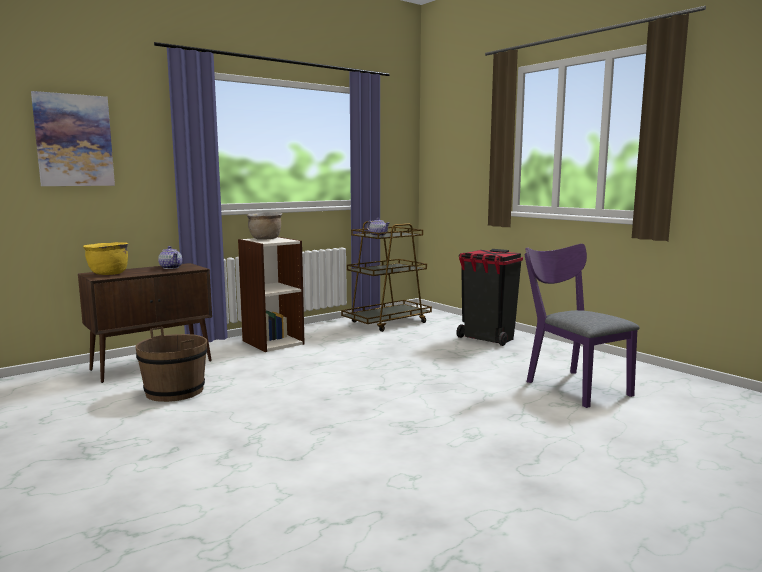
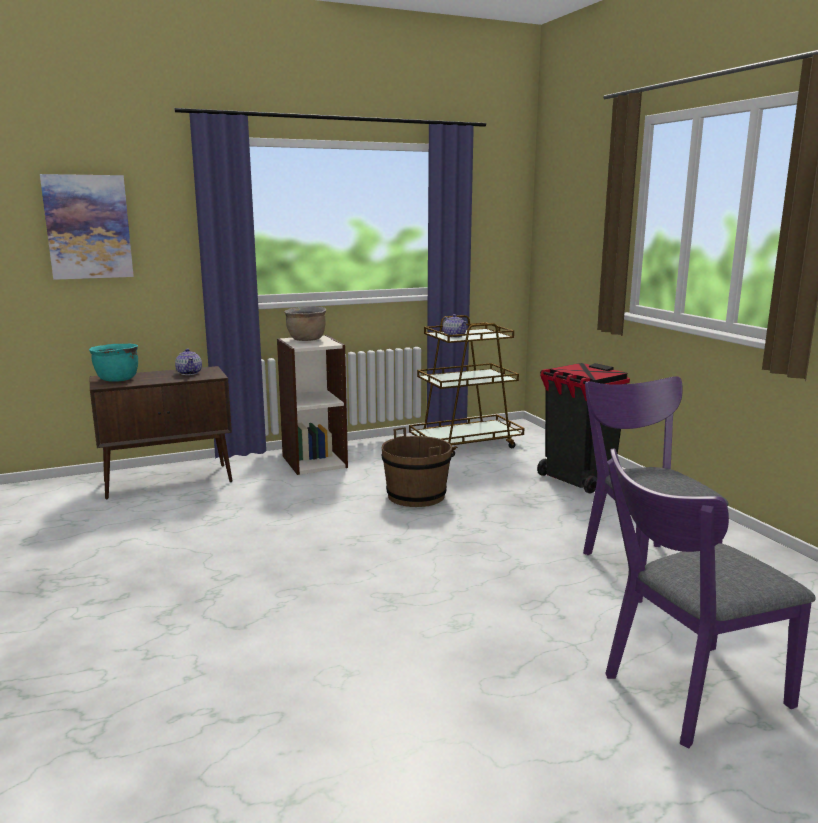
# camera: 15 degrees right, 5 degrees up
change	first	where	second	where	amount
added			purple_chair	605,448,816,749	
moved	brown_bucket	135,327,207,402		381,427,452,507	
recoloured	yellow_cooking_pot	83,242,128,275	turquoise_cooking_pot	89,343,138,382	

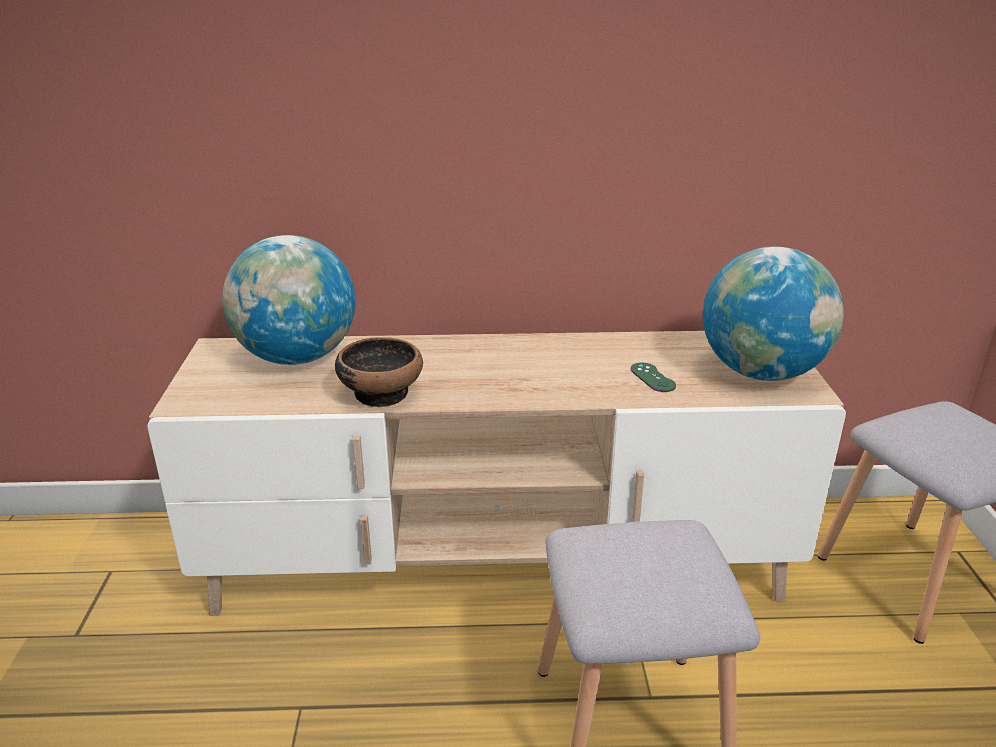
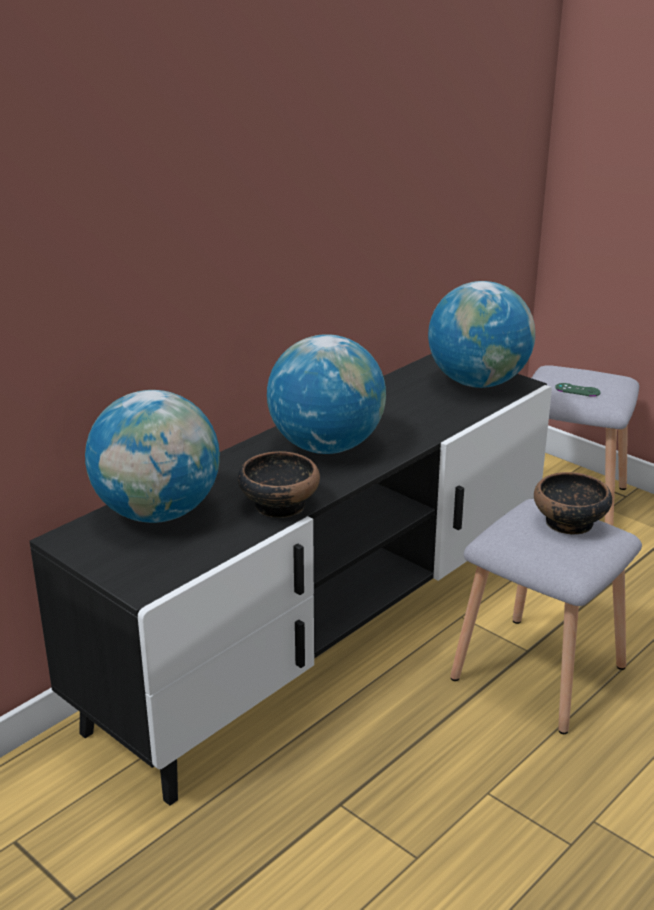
# camera: 45 degrees left, 0 degrees up
change	first	where	second	where	amount
added			globe	267,334,386,454	
added			bowl	534,472,612,535	
moved	green_game_controller	631,363,676,392		555,383,601,397	
recoloured	beige_tv_stand	147,331,846,616	black_tv_stand	29,354,552,806	

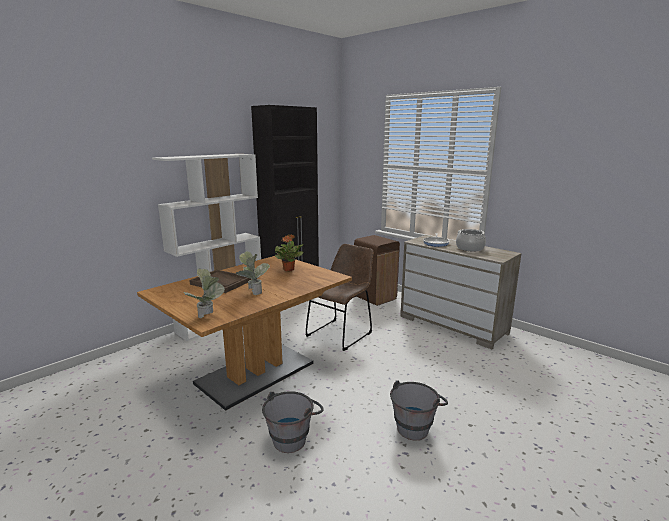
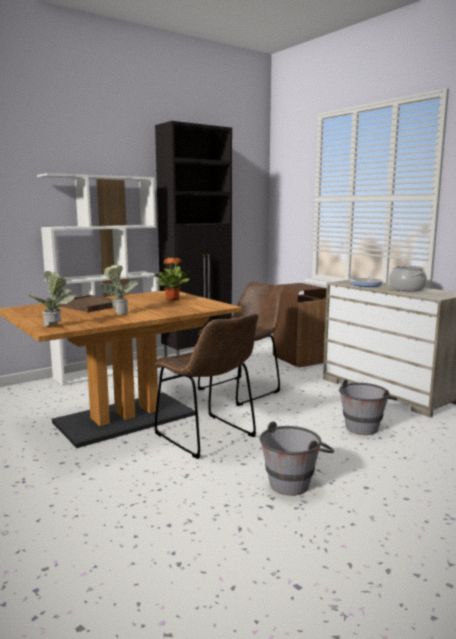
# camera: 10 degrees right, 5 degrees down
change	first	where	second	where	amount
added			brown_chair	153,312,259,459	
moved	grey_bucket	262,391,324,453		339,379,397,435	

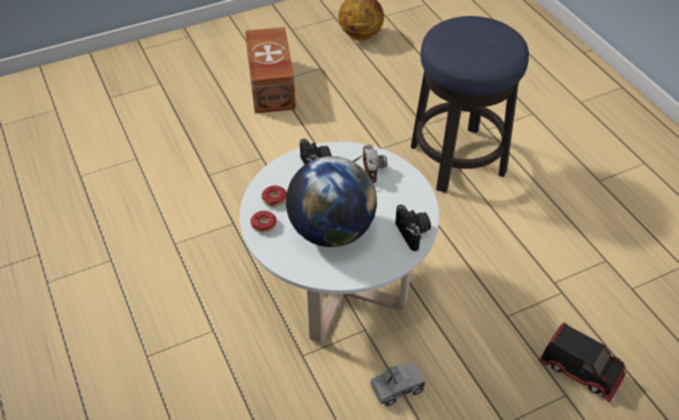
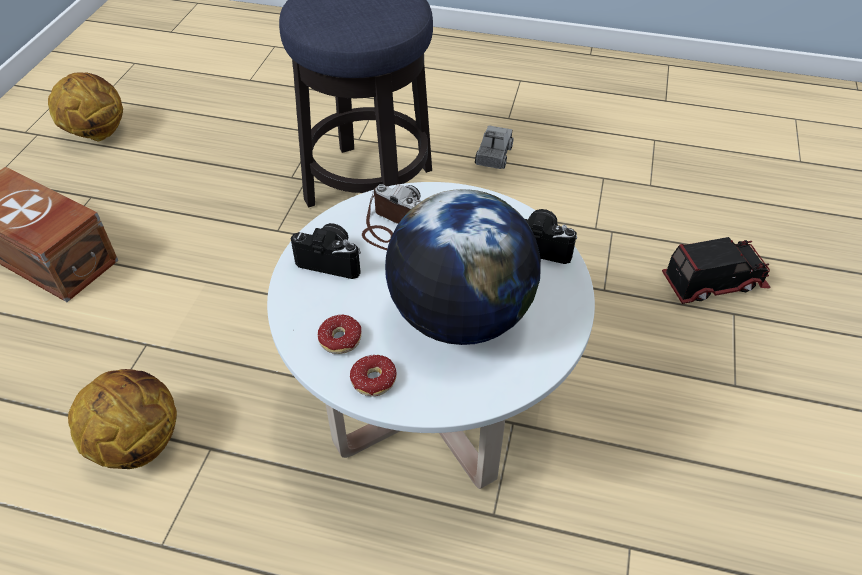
# camera: 50 degrees left, 0 degrees up
change	first	where	second	where	amount
added			basketball	68,369,177,469	
moved	toy_truck	370,361,425,406		475,125,513,169	

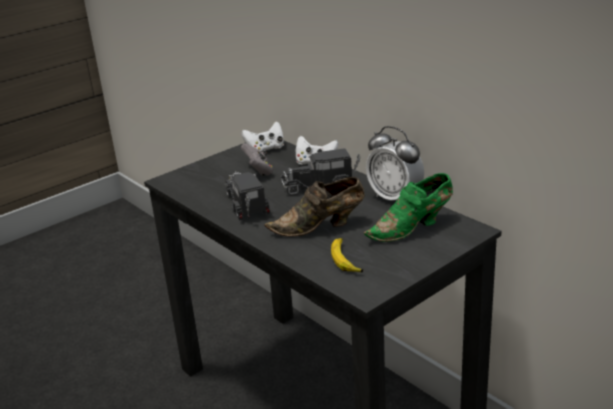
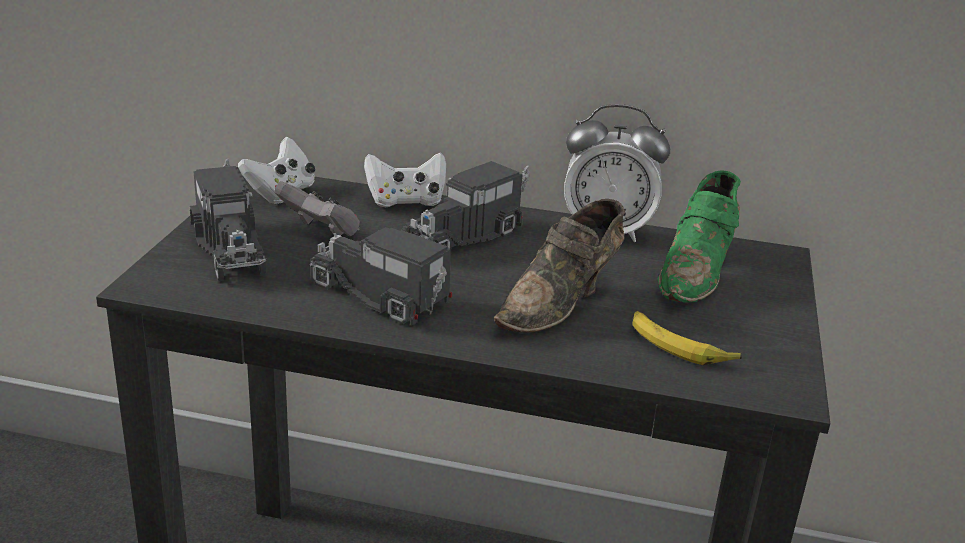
# camera: 40 degrees left, 0 degrees up
change	first	where	second	where	amount
added			toy_truck	190,158,266,281	

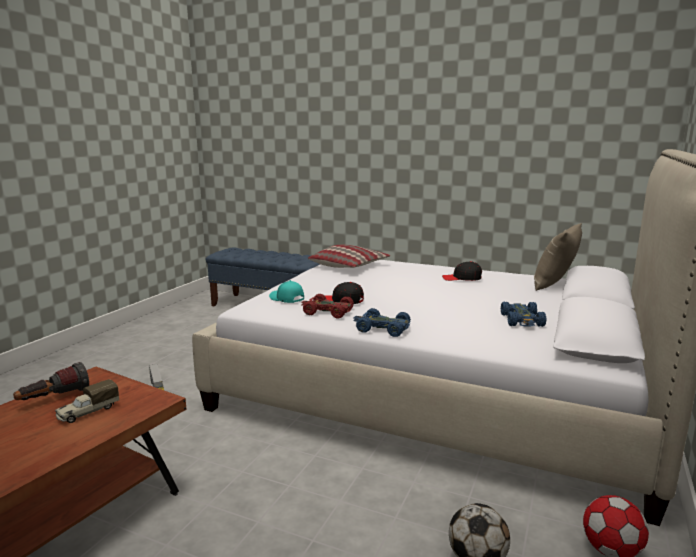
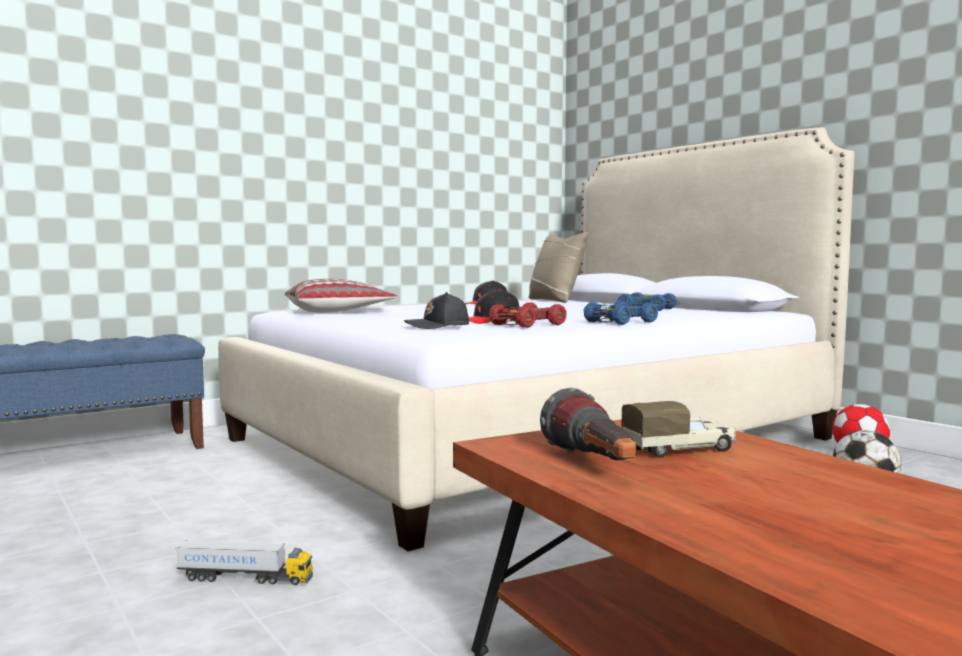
# camera: 60 degrees left, 10 degrees down
change	first	where	second	where	amount
recoloured	turquoise_cap	269,280,304,303	black_cap	404,292,469,329	
turned	toy_truck	55,379,119,423		621,401,737,457	90 degrees counterclockwise

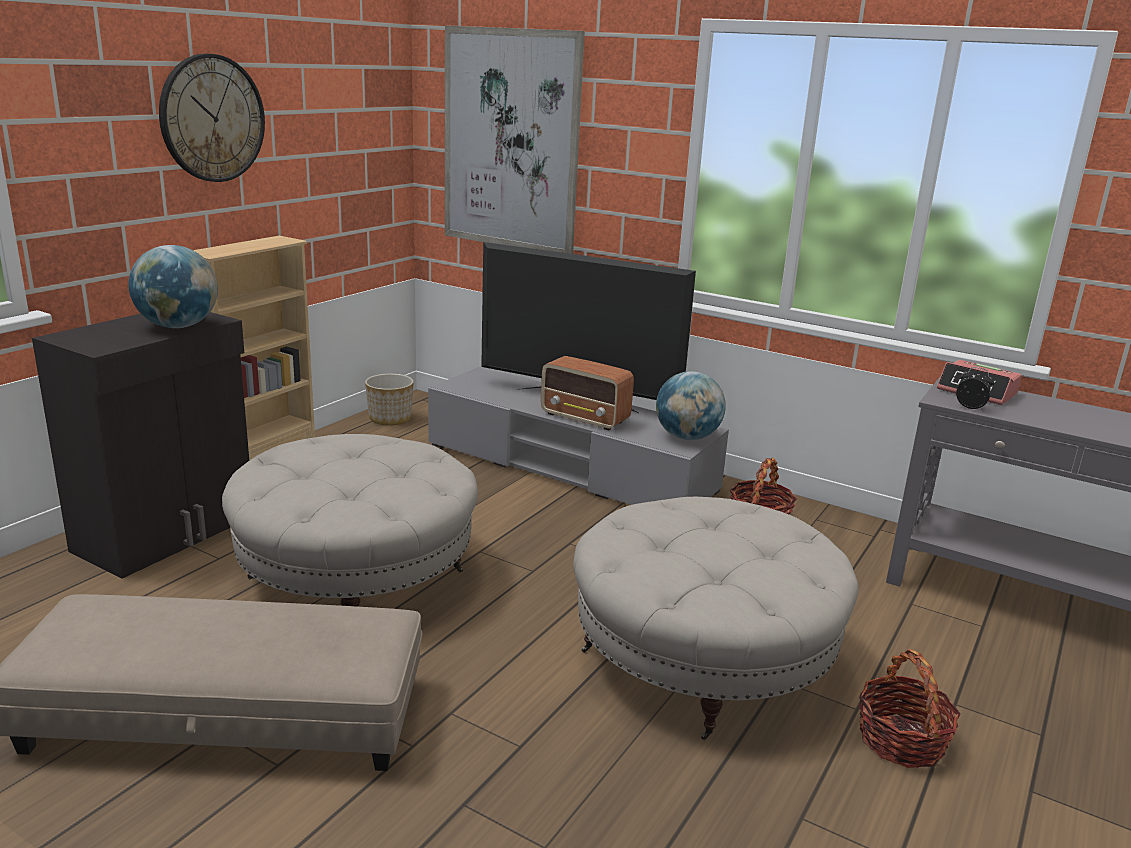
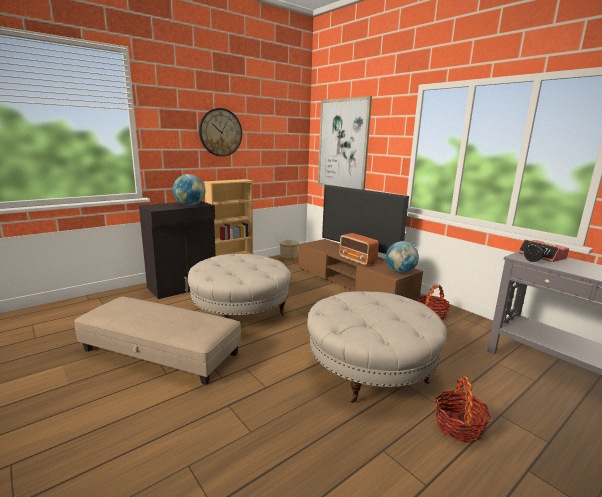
# camera: 20 degrees right, 5 degrees down
change	first	where	second	where	amount
recoloured	grey_tv_stand	428,367,729,505	brown_tv_stand	298,239,423,301	

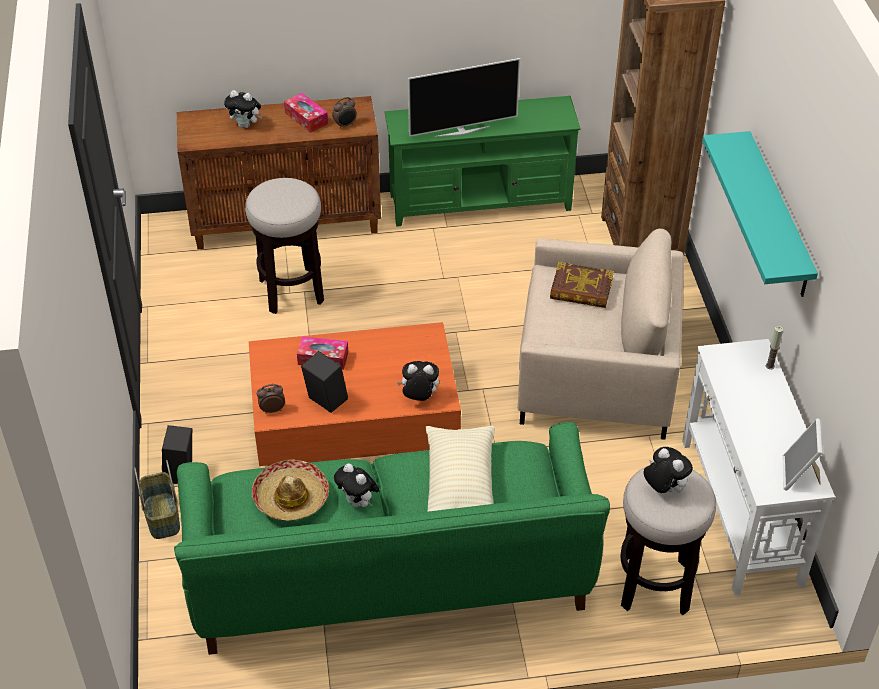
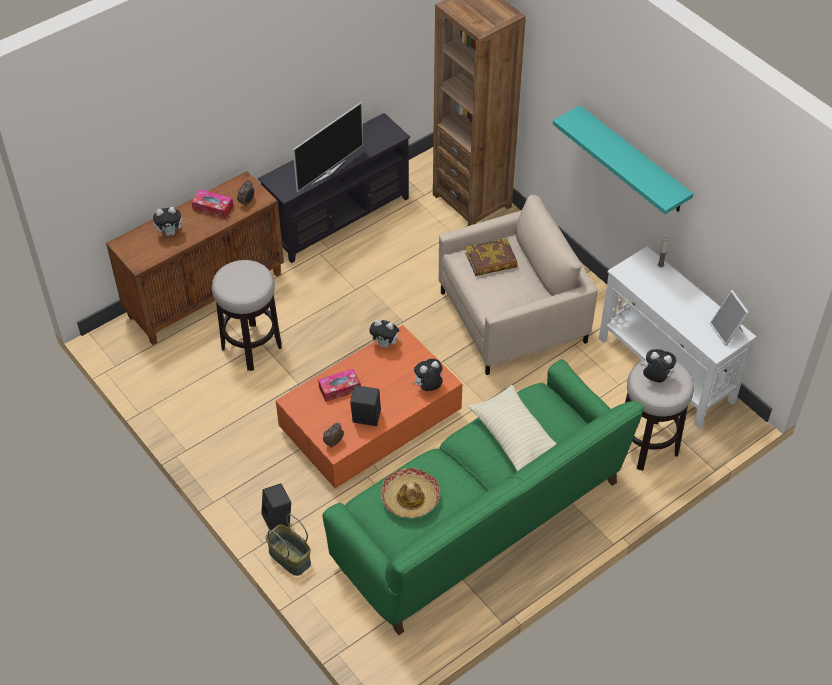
# camera: 30 degrees left, 5 degrees up
change	first	where	second	where	amount
moved	plush_toy	334,463,379,507		369,320,401,348	
recoloured	green_tv_stand	384,96,581,227	black_tv_stand	258,113,411,263	

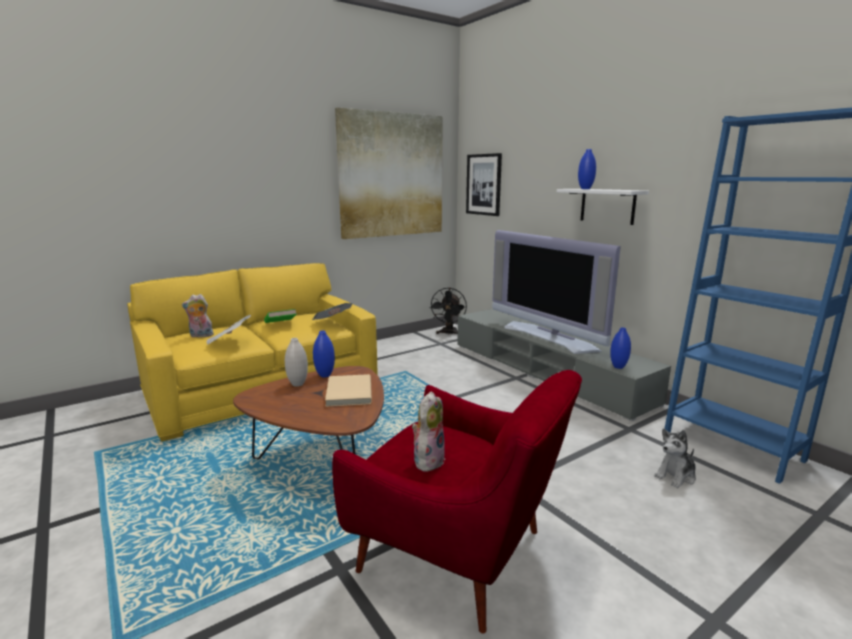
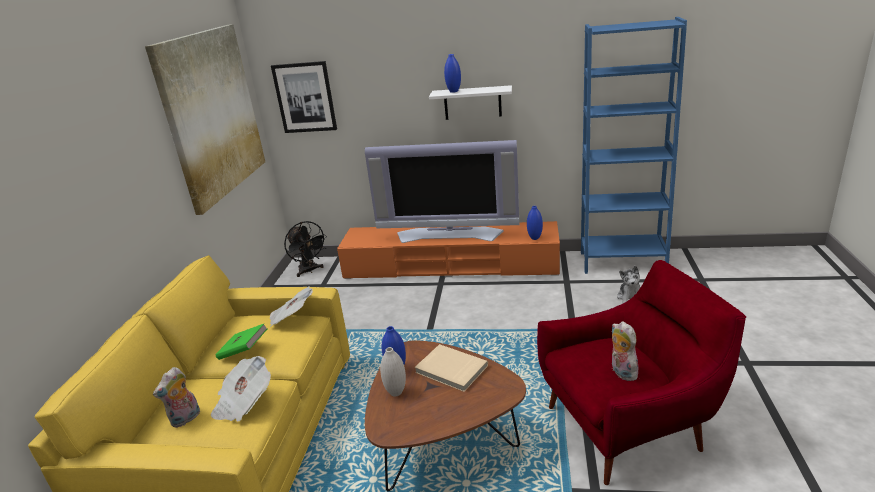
# camera: 45 degrees left, 10 degrees up
change	first	where	second	where	amount
recoloured	grey_tv_stand	457,309,671,421	orange_tv_stand	337,221,560,279	

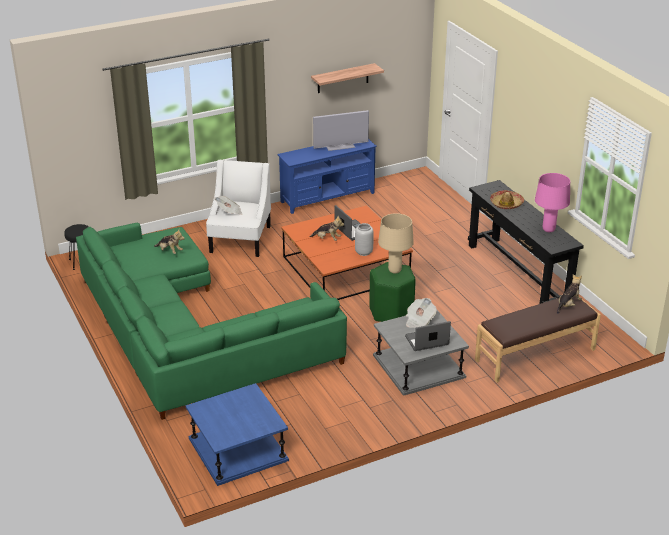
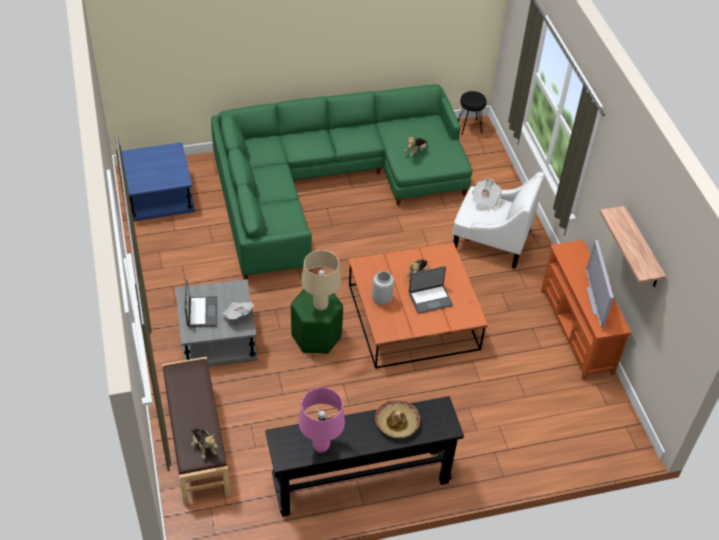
# camera: 100 degrees right, 15 degrees up
change	first	where	second	where	amount
recoloured	blue_tv_stand	277,140,377,214	orange_tv_stand	541,240,632,380	

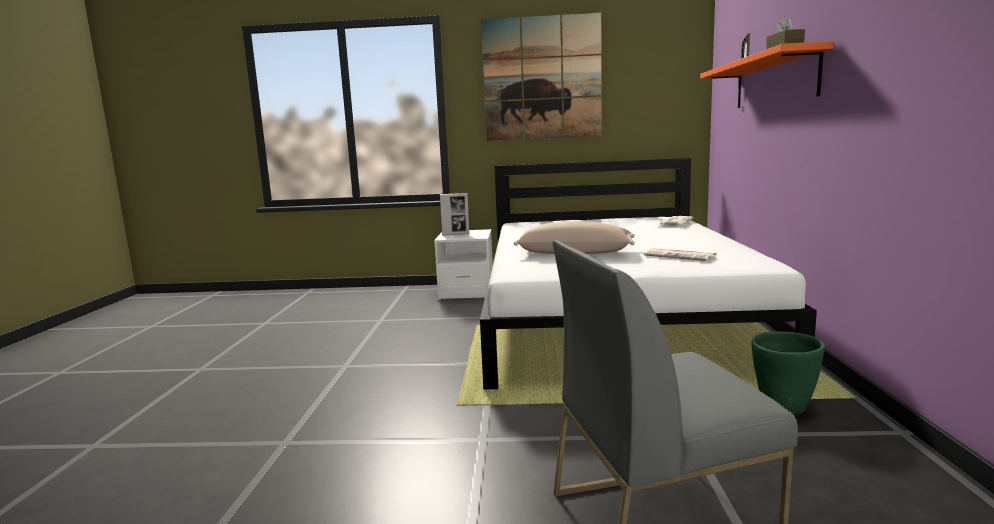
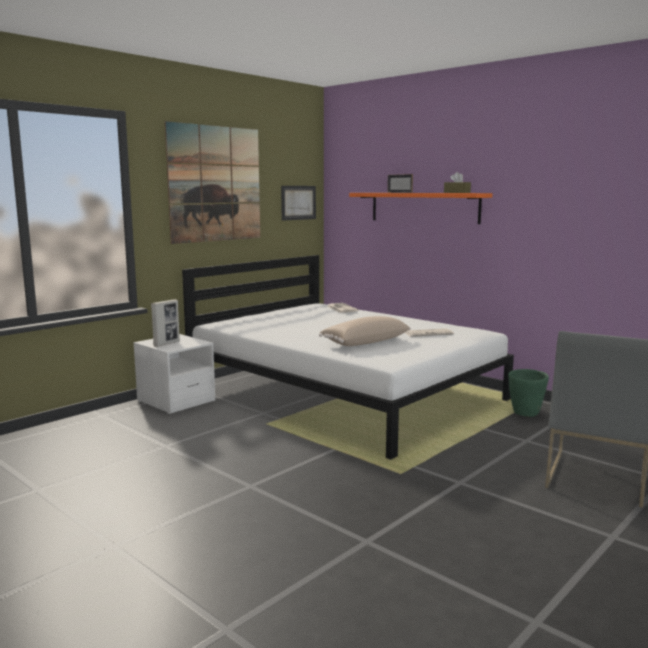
# camera: 50 degrees left, 0 degrees up
change	first	where	second	where	amount
added			picture	281,186,316,221	

